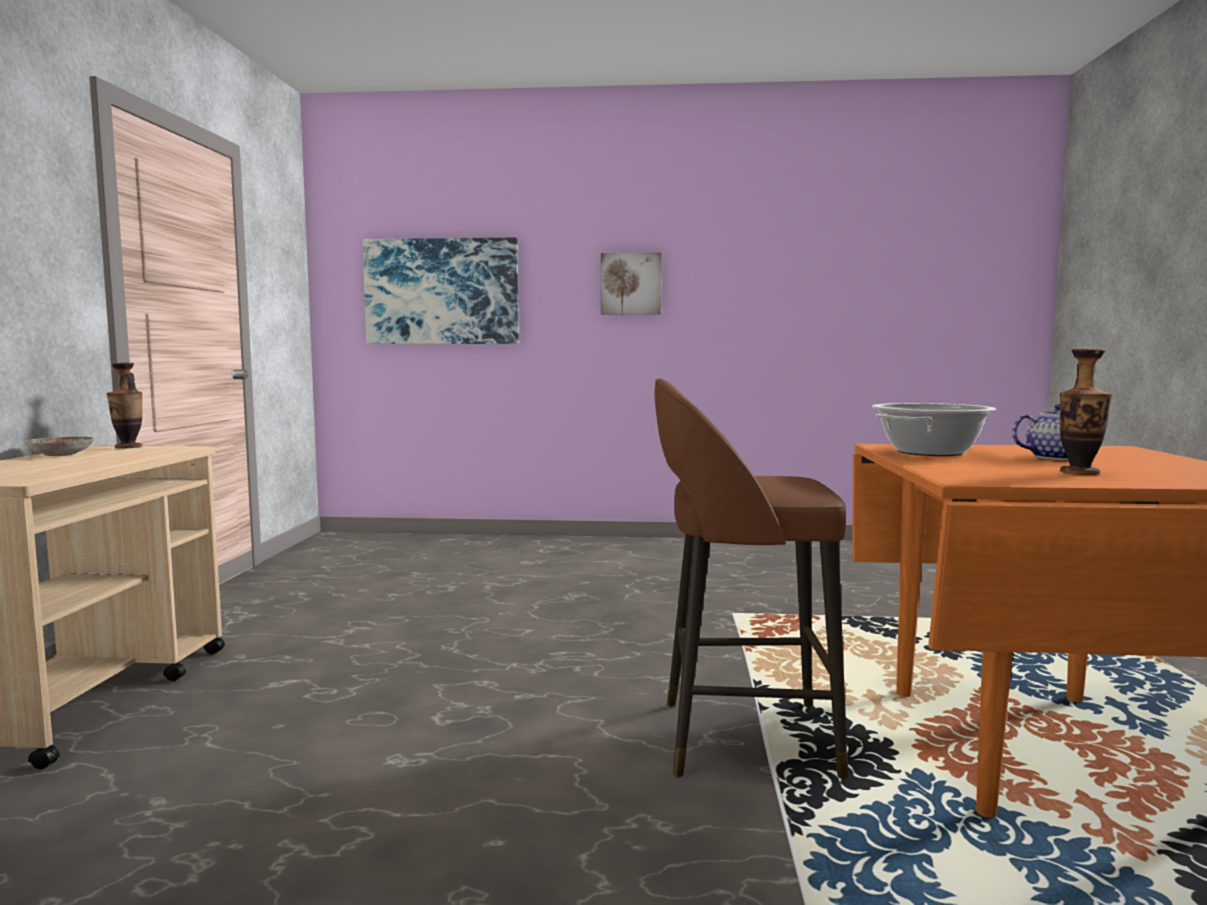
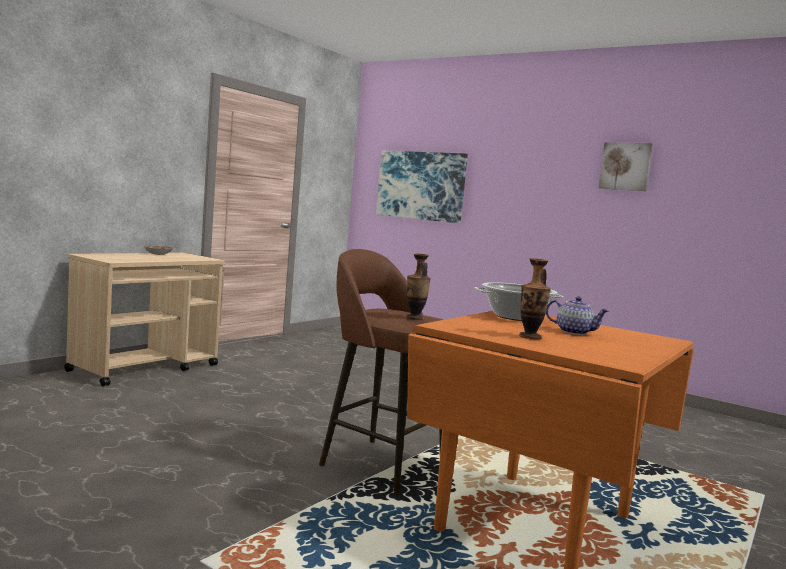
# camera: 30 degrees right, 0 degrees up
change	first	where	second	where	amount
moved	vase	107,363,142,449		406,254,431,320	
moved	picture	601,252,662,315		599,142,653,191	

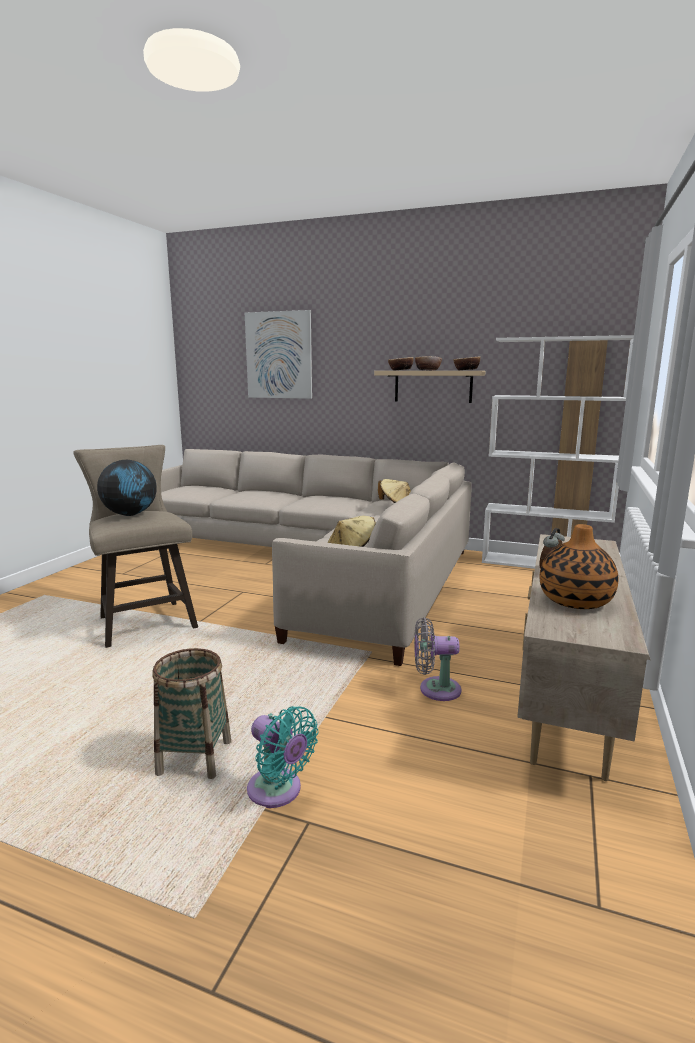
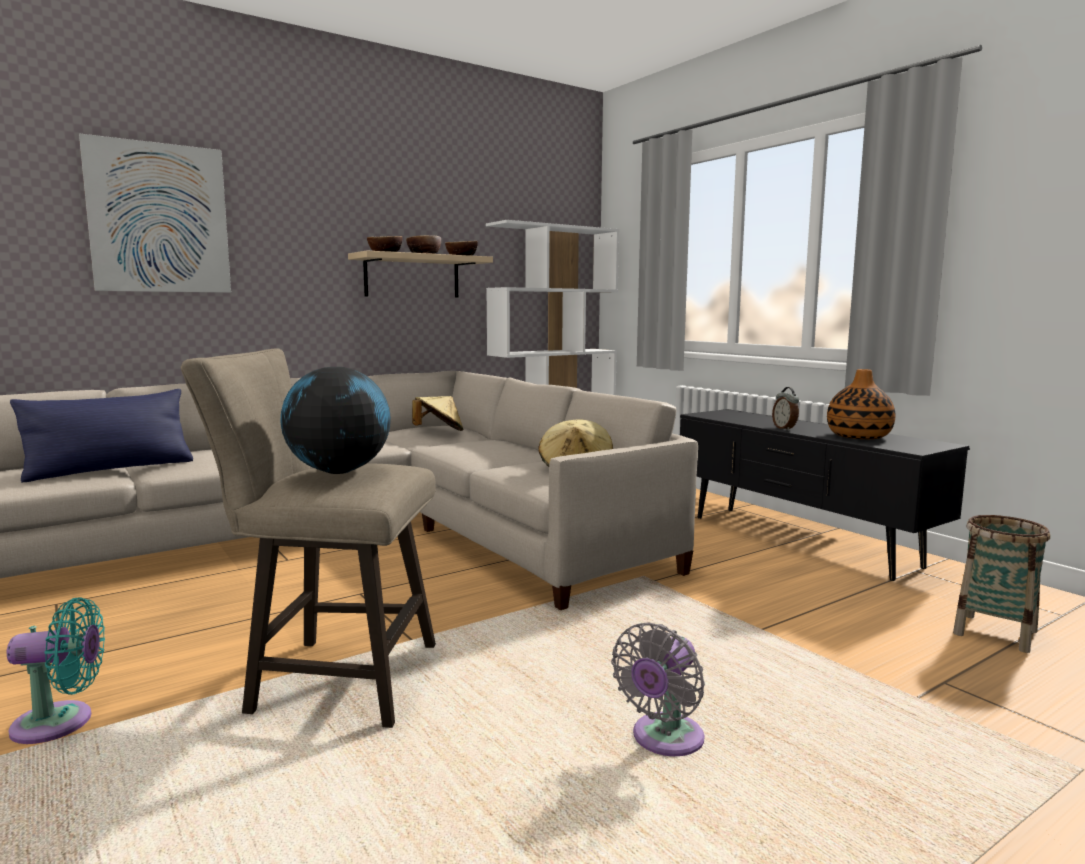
# camera: 55 degrees left, 5 degrees down
change	first	where	second	where	amount
added			blue_pillow	10,389,193,482	
moved	basket	153,648,231,779		953,515,1050,653	
moved	turquoise_fan	247,706,319,808		7,598,105,744	
moved	grey_fan	414,617,462,701		611,622,705,756	
recoloured	beige_tv_stand	517,534,650,781	black_tv_stand	680,409,970,581	

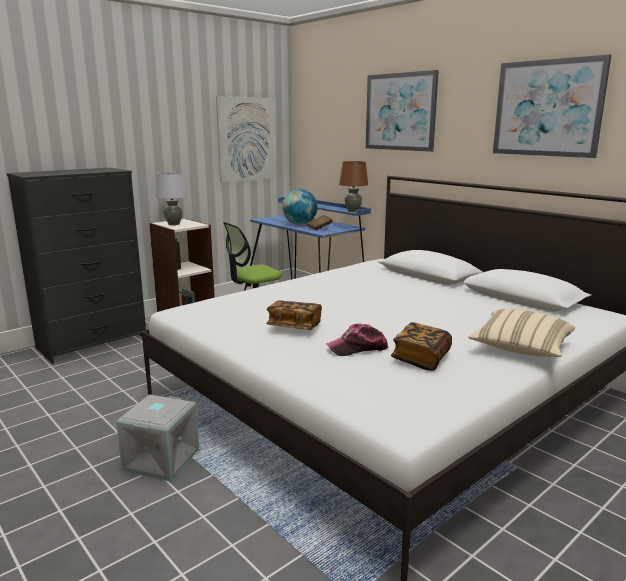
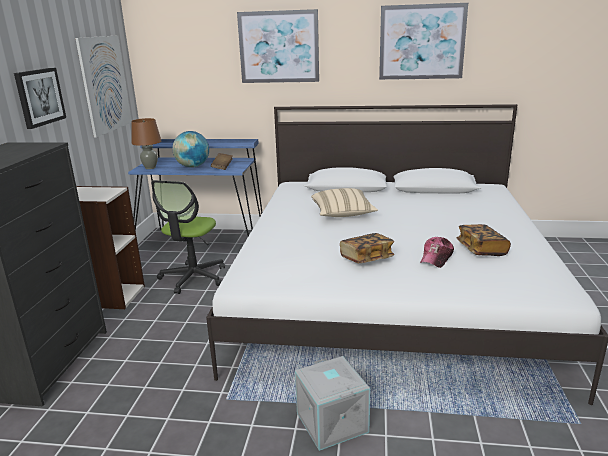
# camera: 40 degrees left, 5 degrees up
change	first	where	second	where	amount
removed	grey_table_lamp	156,172,187,225			
added			picture	14,68,66,129	
moved	brown_table_lamp	339,161,368,212		131,118,162,169	
moved	beige_pillow	468,309,575,357		311,188,378,217	

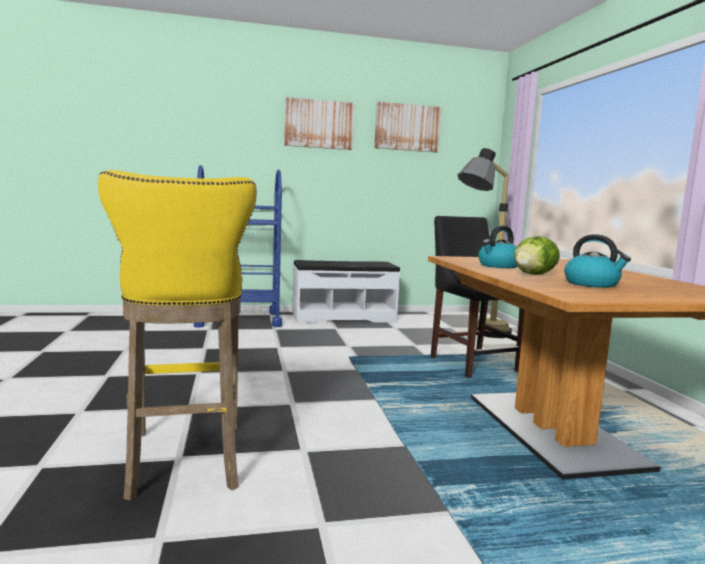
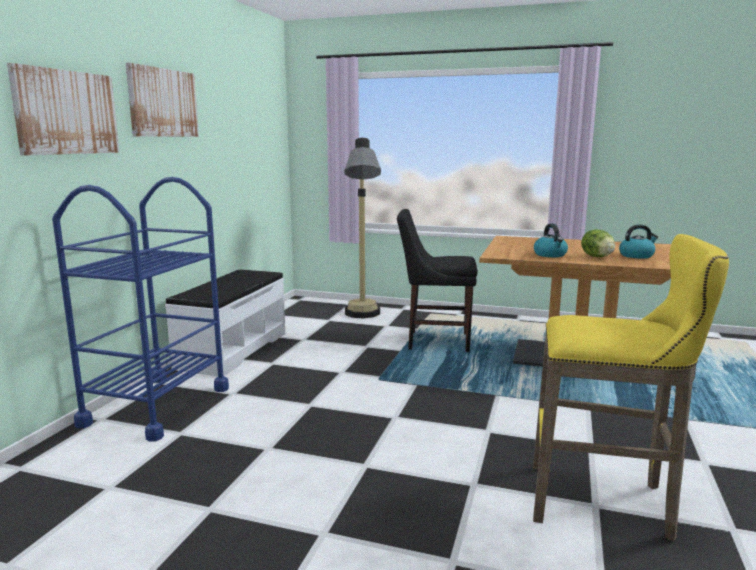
# camera: 60 degrees left, 5 degrees up
change	first	where	second	where	amount
moved	picture	374,102,441,152		7,63,120,155	

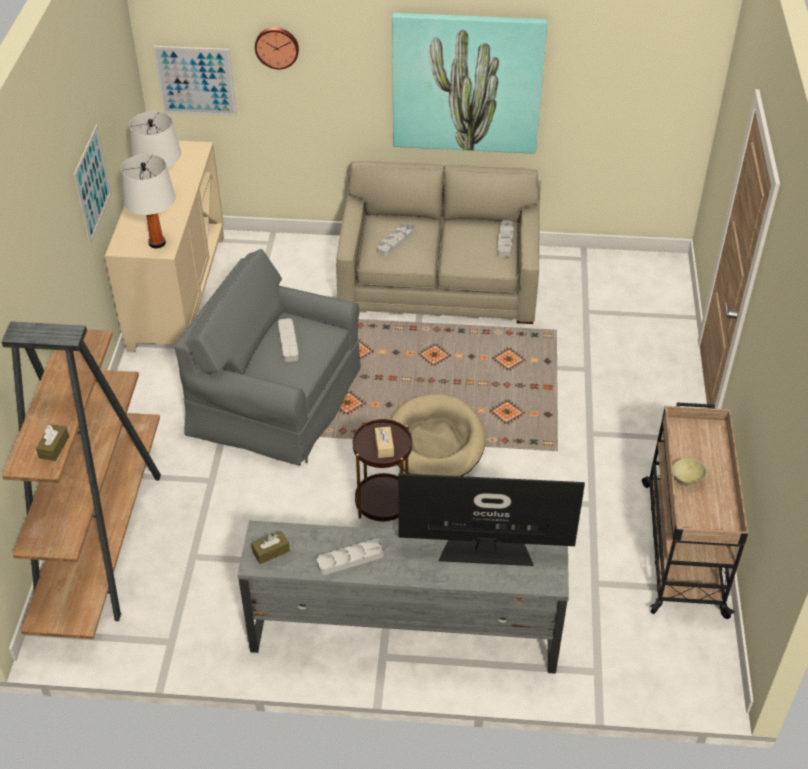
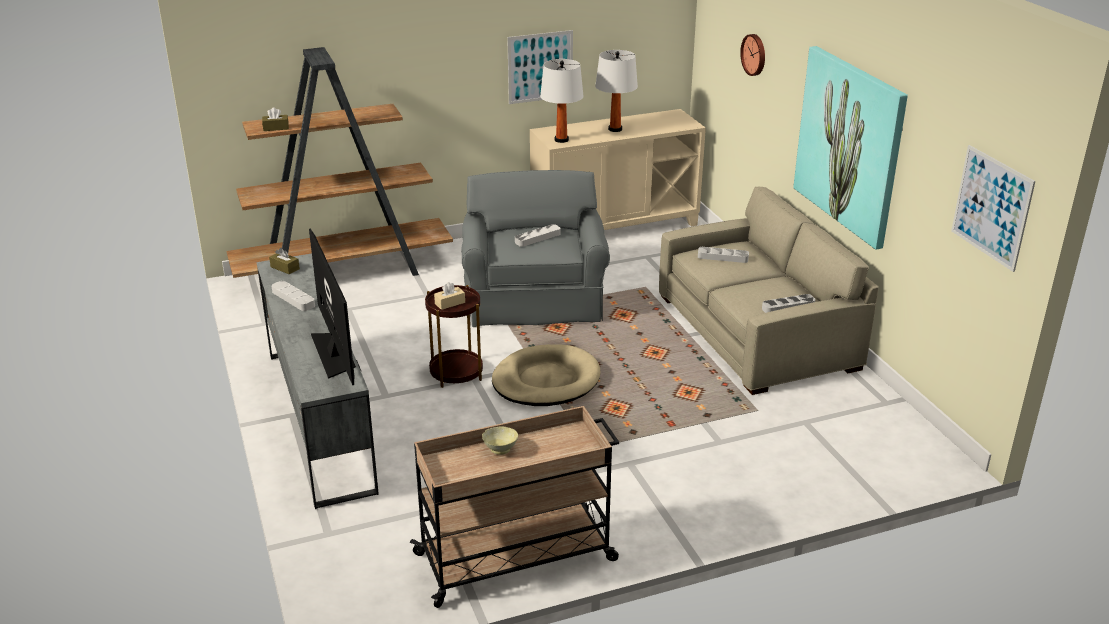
# camera: 65 degrees right, 15 degrees down
change	first	where	second	where	amount
moved	picture	153,46,237,116		951,145,1035,272	

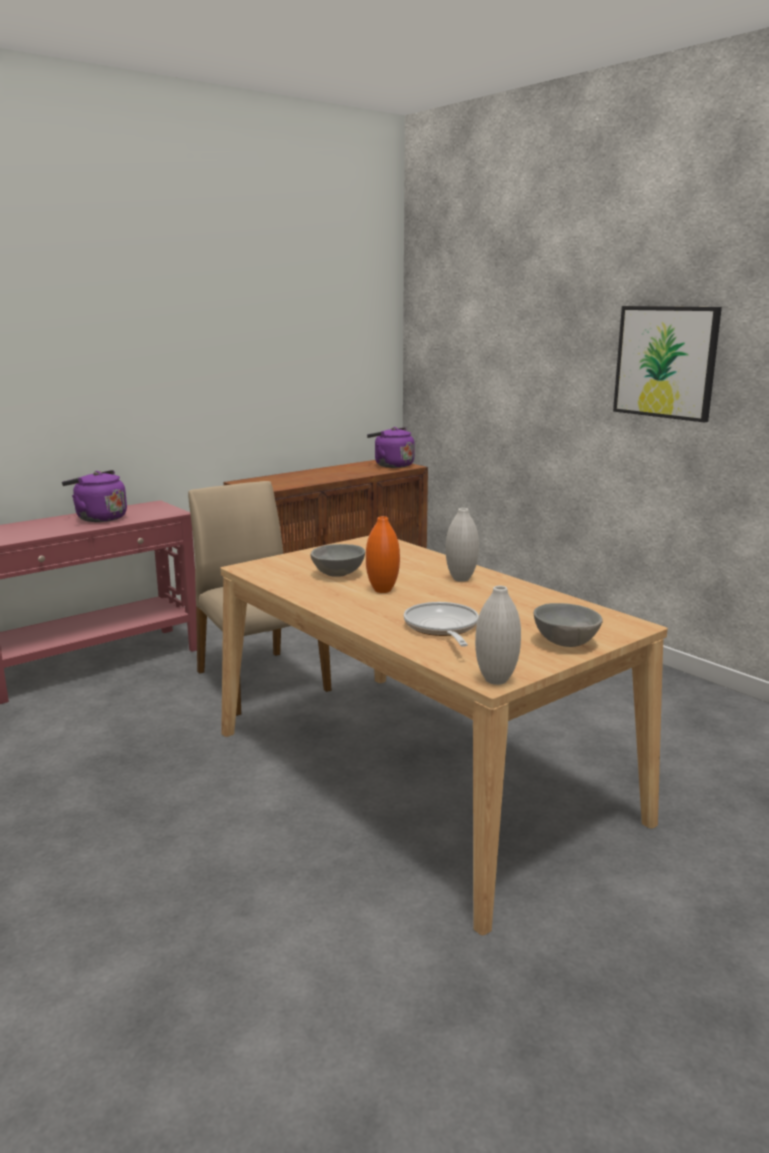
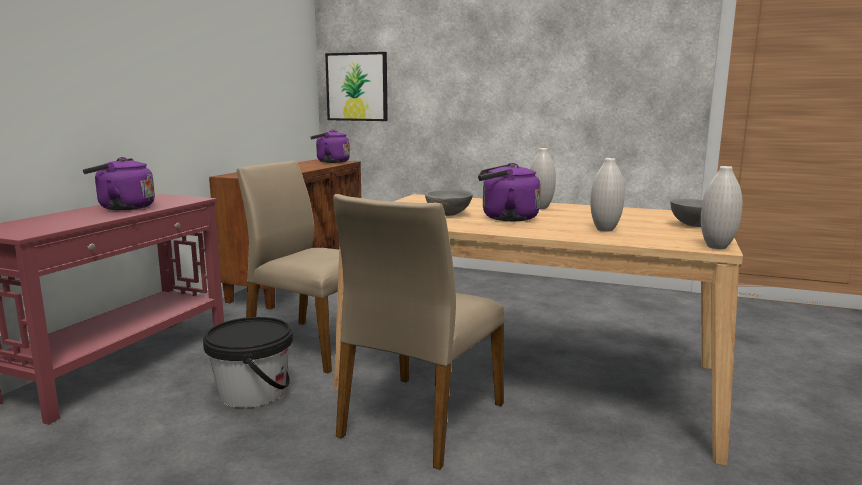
# camera: 30 degrees left, 5 degrees down
change	first	where	second	where	amount
added			black_bucket	203,317,293,408	
added			beige_chair	333,194,505,470	
moved	picture	613,306,722,422		325,52,388,121	
replaced	orange_vase	366,516,400,593	purple_kettle	478,163,541,221	
replaced	frying_pan	404,602,479,647	white_vase	590,158,625,232	

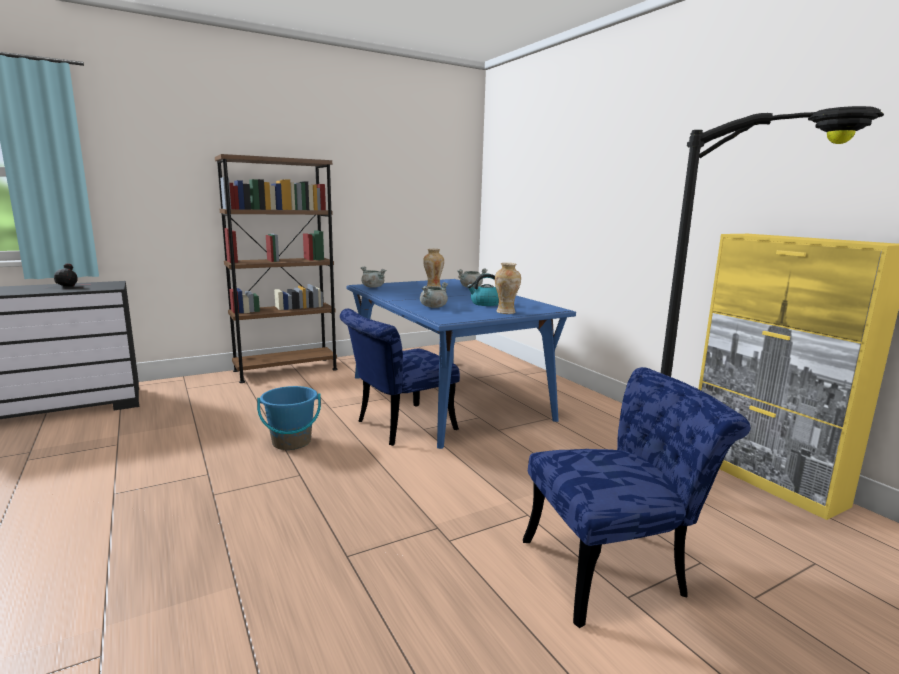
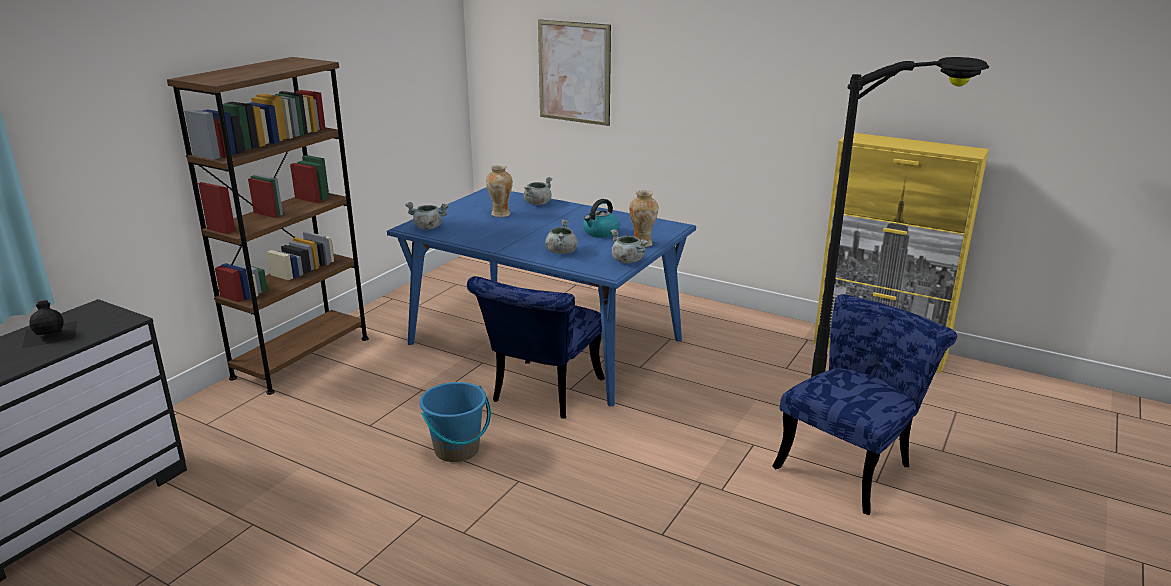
# camera: 30 degrees left, 10 degrees up
change	first	where	second	where	amount
added			picture	538,20,611,126	
added			grey_cooking_pot	610,229,649,263	

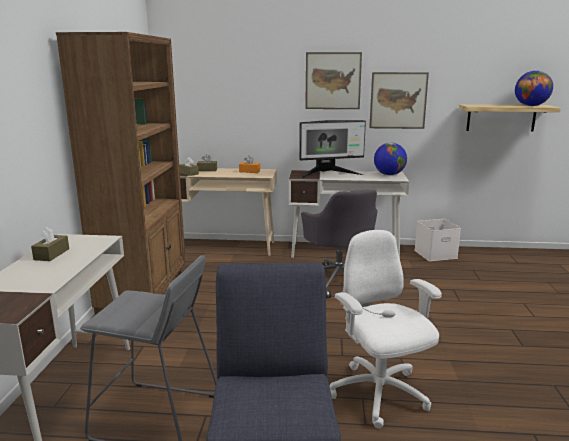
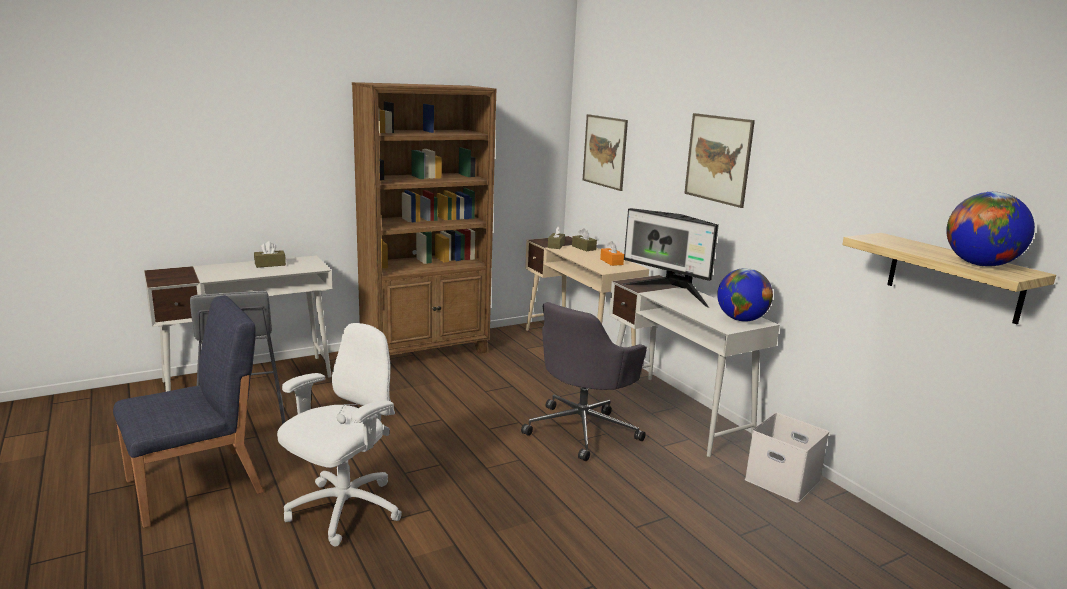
# camera: 55 degrees right, 0 degrees up
change	first	where	second	where	amount
moved	picture	369,72,429,129		583,114,628,191	

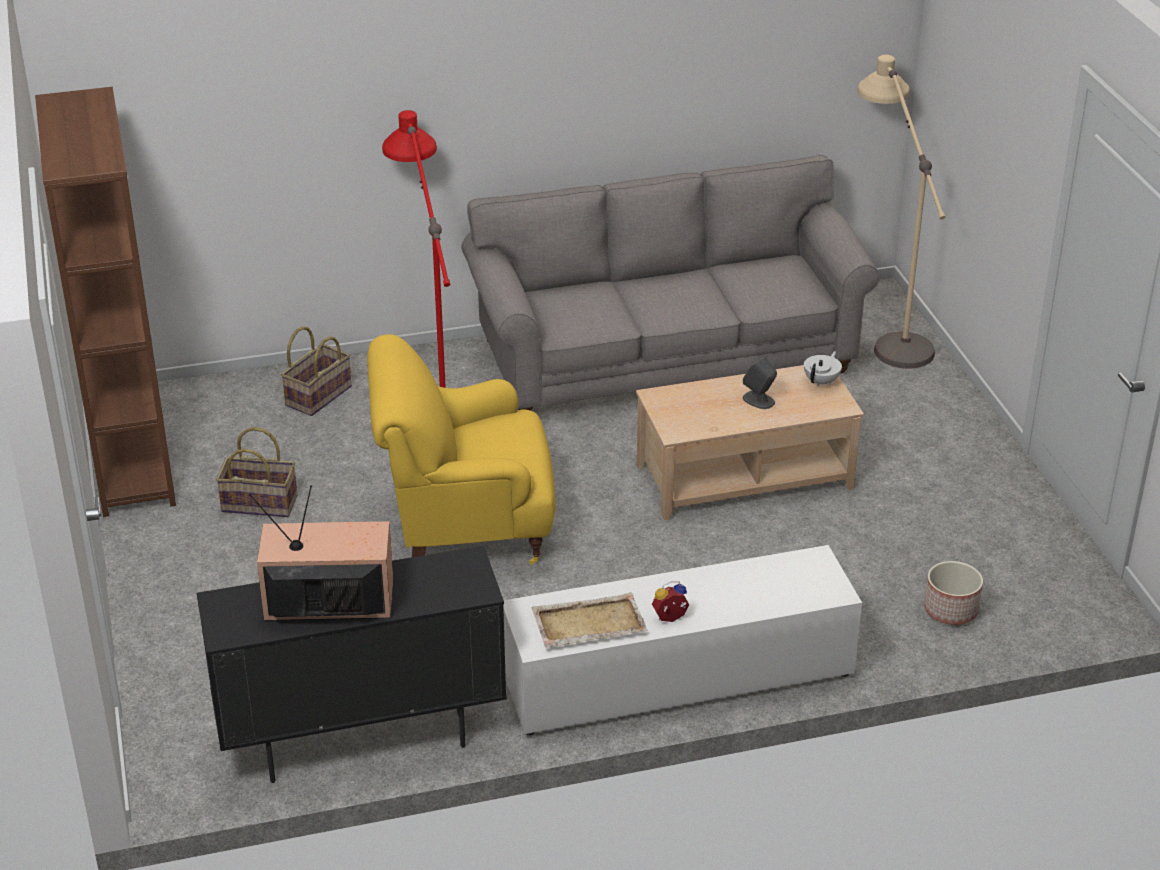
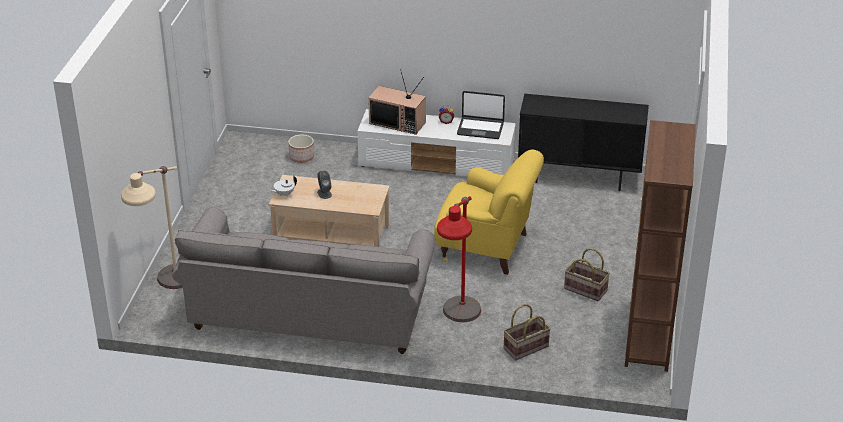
# camera: 155 degrees left, 0 degrees up
change	first	where	second	where	amount
moved	television	248,485,393,621		368,69,426,135	
replaced	beige_tray	531,592,648,648	laptop	457,91,505,139	

